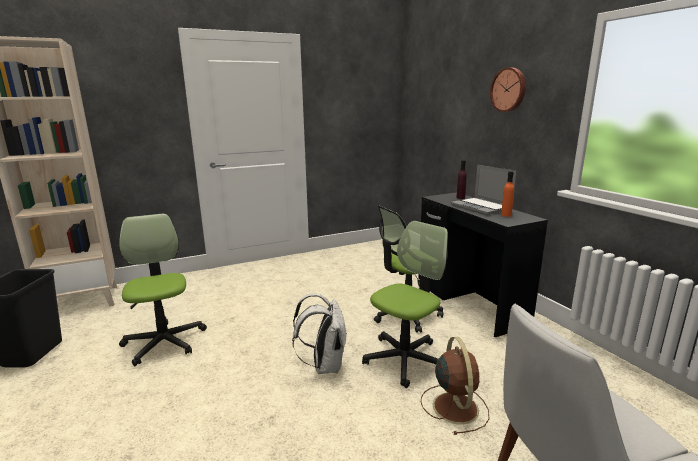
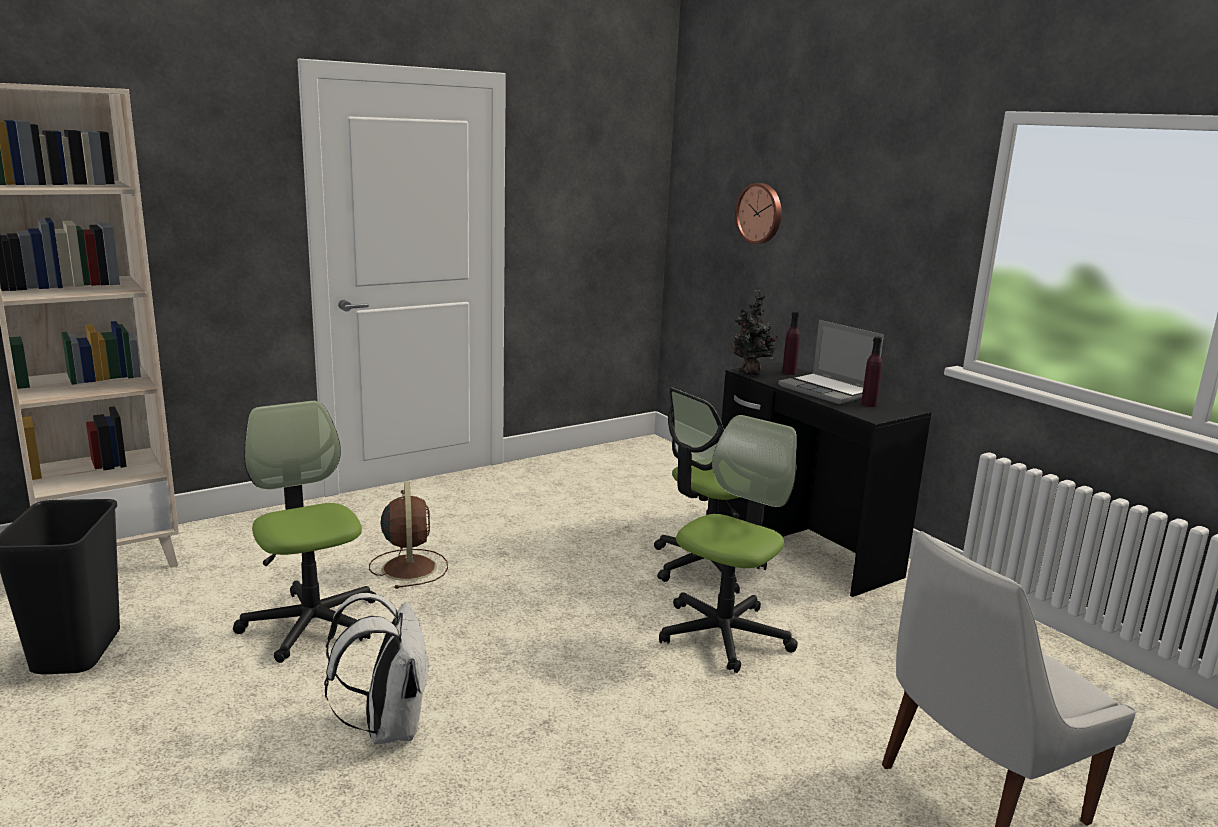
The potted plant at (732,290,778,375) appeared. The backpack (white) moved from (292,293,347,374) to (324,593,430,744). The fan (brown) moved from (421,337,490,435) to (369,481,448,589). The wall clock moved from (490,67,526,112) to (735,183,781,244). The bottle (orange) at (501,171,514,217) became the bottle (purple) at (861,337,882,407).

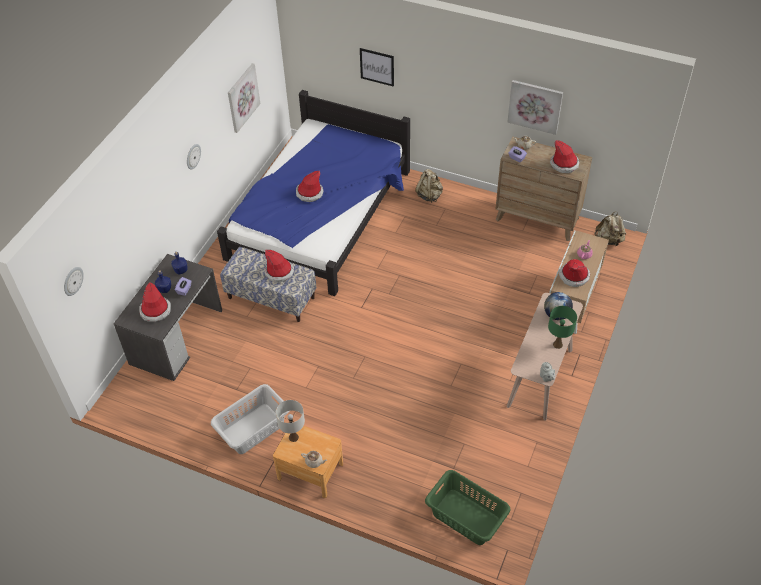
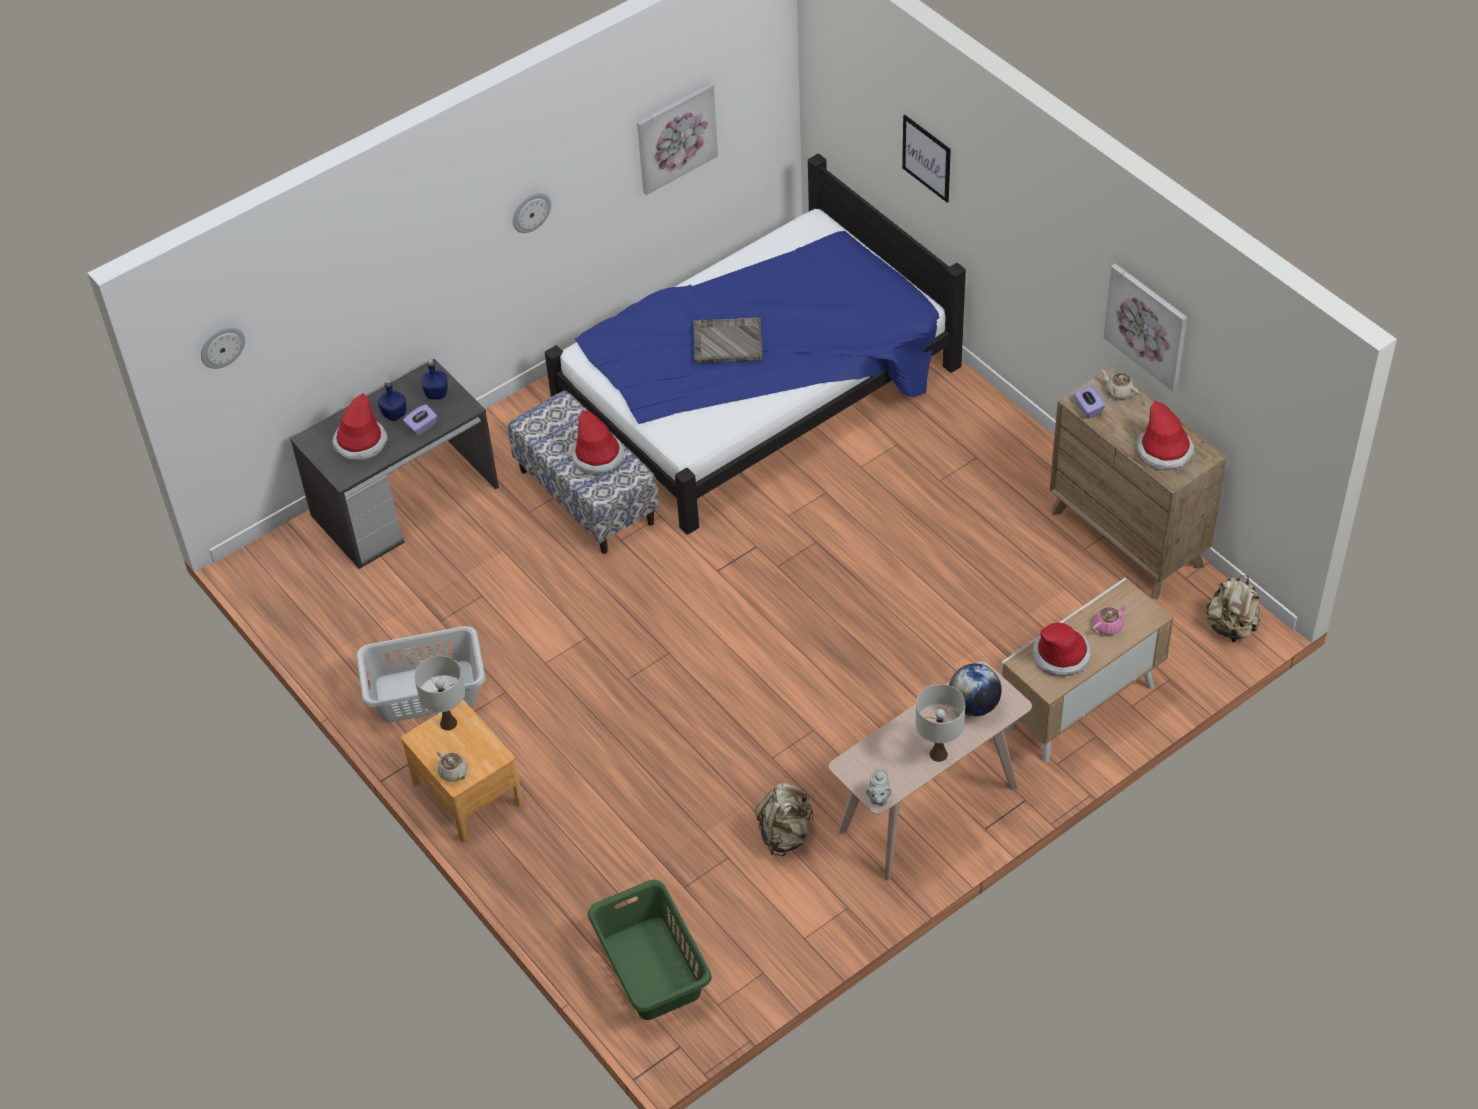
The backpack (beige) moved from (415,169,443,203) to (755,783,814,856). The hat at (296,171,323,202) was replaced by the tray (grey) at (693,317,763,364). The table lamp (green) at (548,306,577,349) became the table lamp (white) at (916,684,965,762).

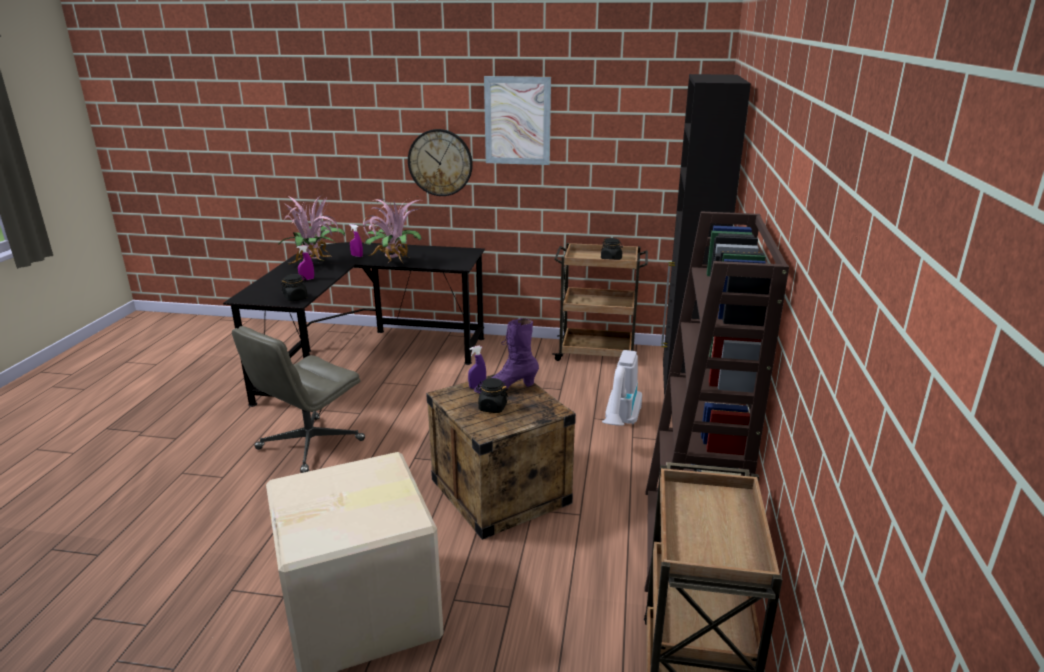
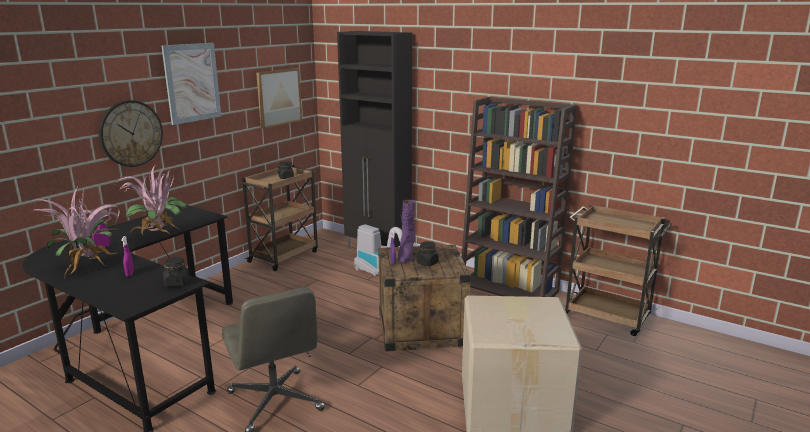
The picture at (256,68,302,129) appeared.

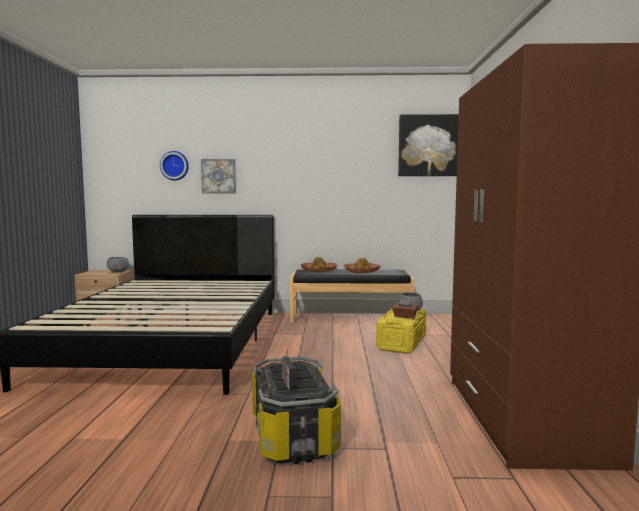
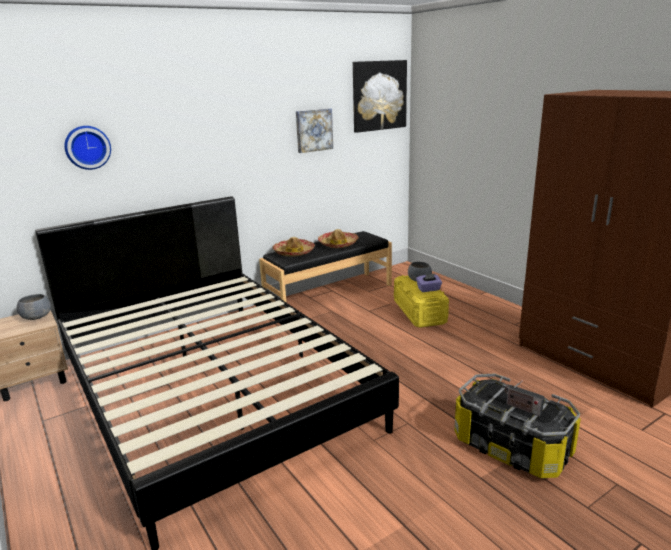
The picture moved from (201,159,236,193) to (296,108,333,153). The tissue box (brown) at (392,299,418,319) became the tissue box (purple) at (416,274,442,292).

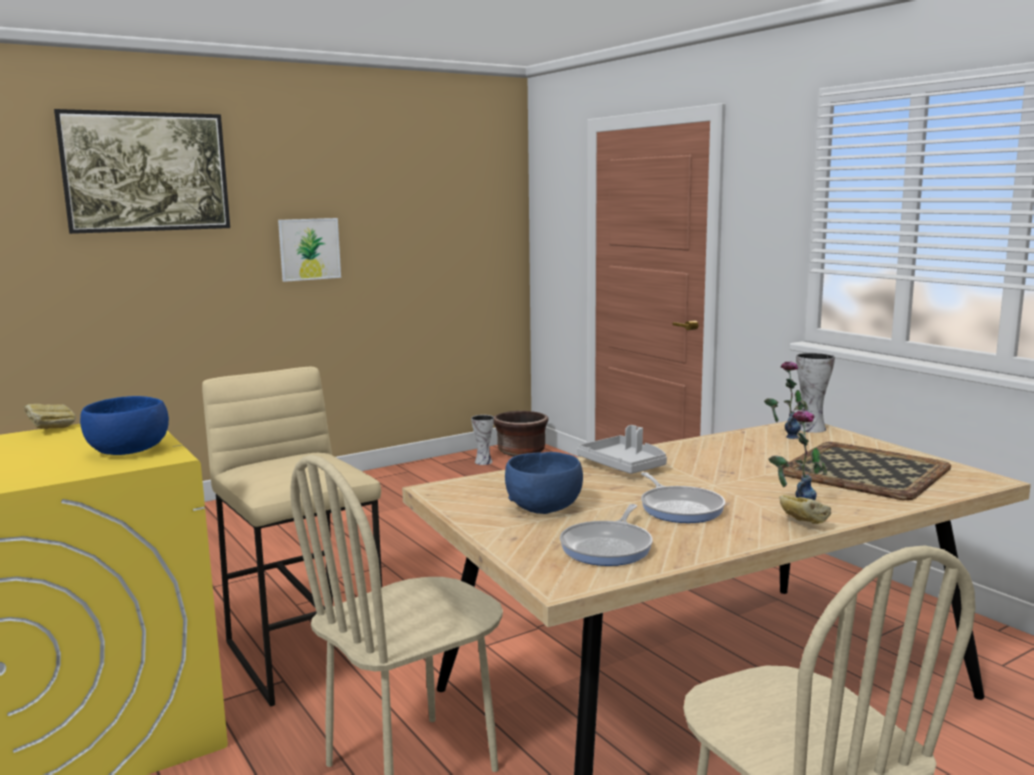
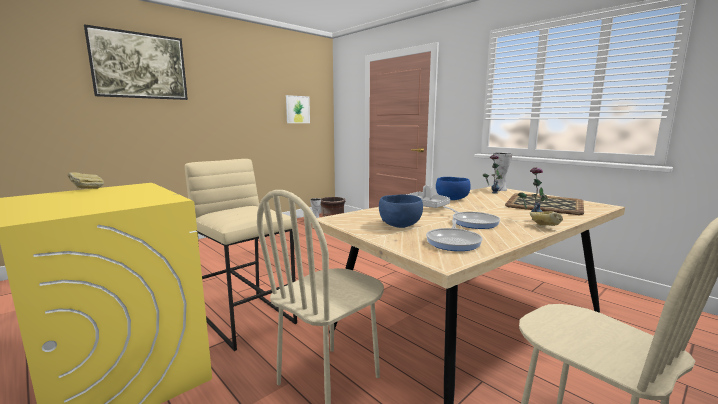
The bowl (blue) moved from (80,396,169,455) to (436,177,471,200). The picture moved from (278,218,341,282) to (286,95,310,123).

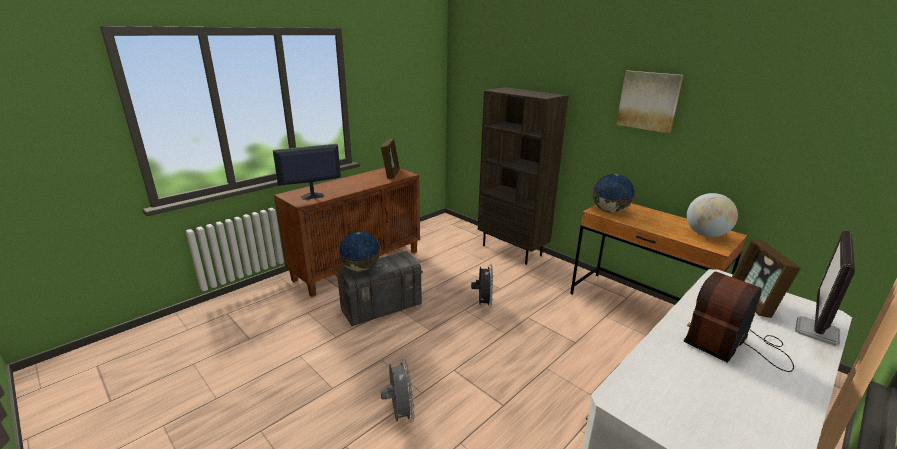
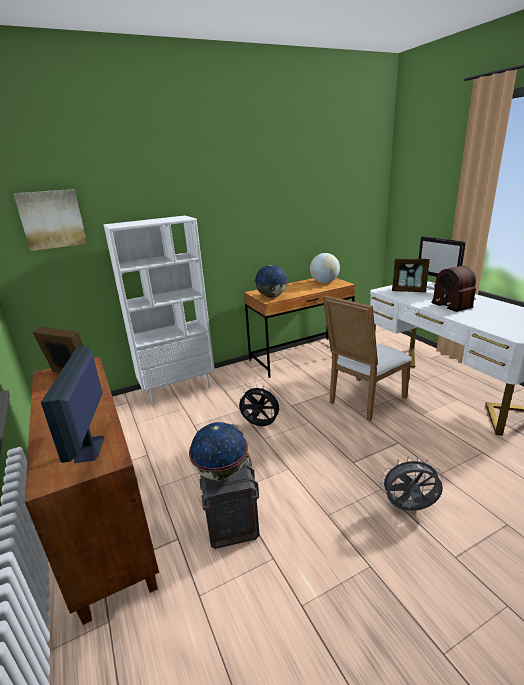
The chair (white) at (323,295,412,421) appeared. The picture moved from (616,71,683,133) to (14,189,87,251). The bookcase (brown) at (478,87,569,265) became the bookcase (white) at (103,216,215,404).

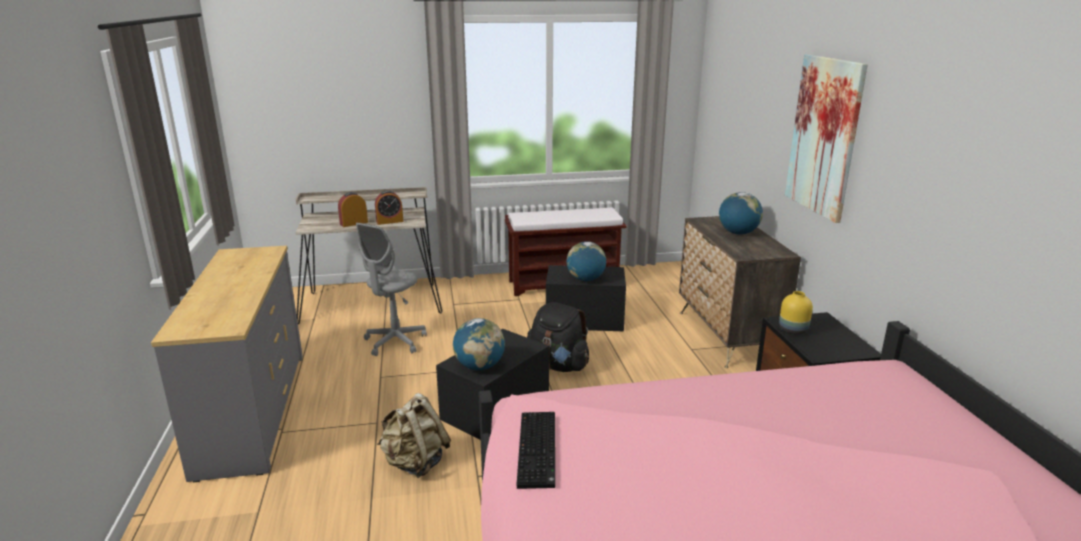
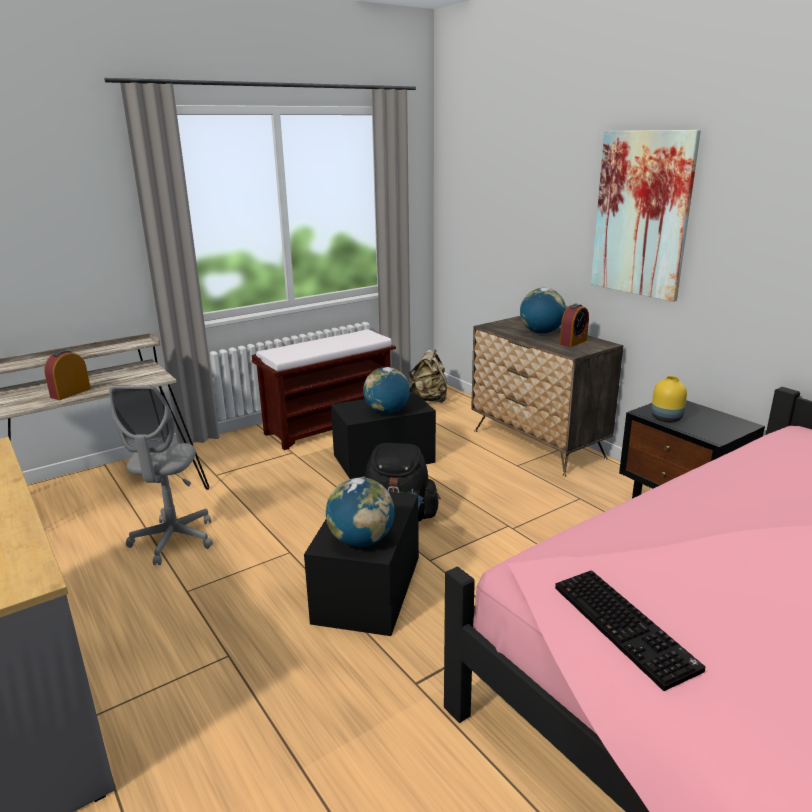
The alarm clock moved from (375,190,403,225) to (560,304,589,347). The backpack (beige) moved from (377,393,451,478) to (408,349,447,403).

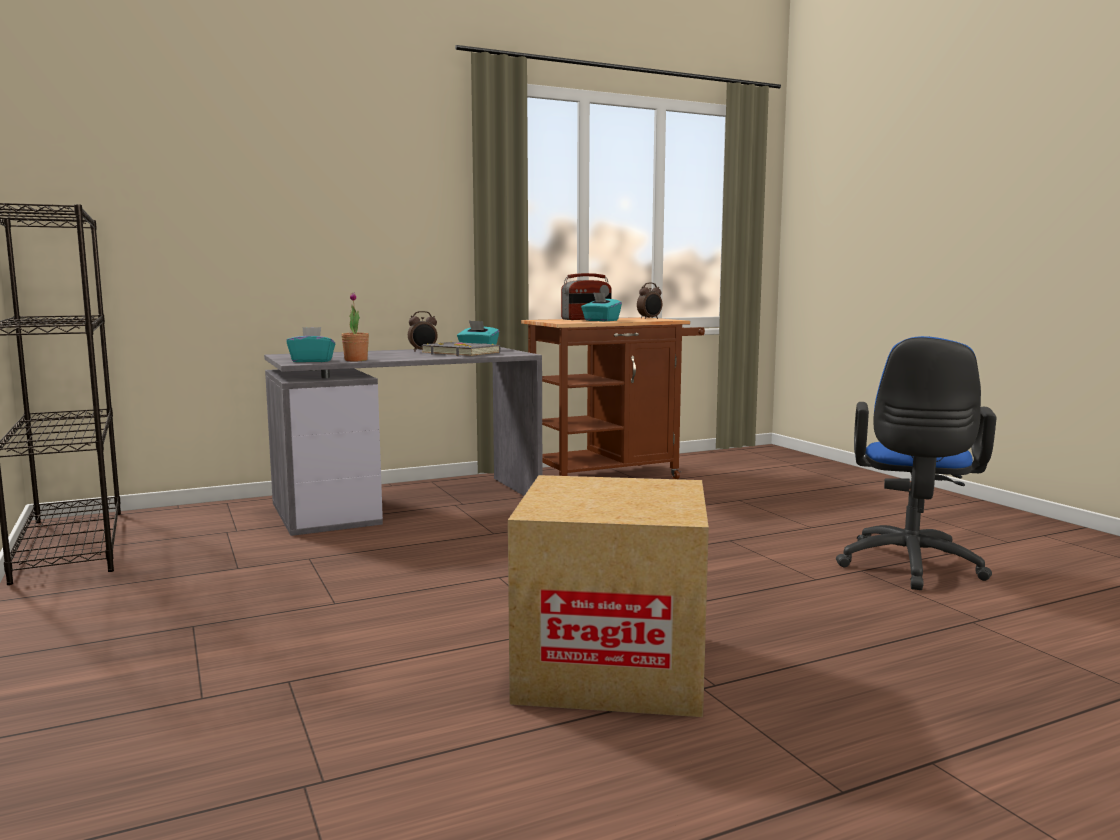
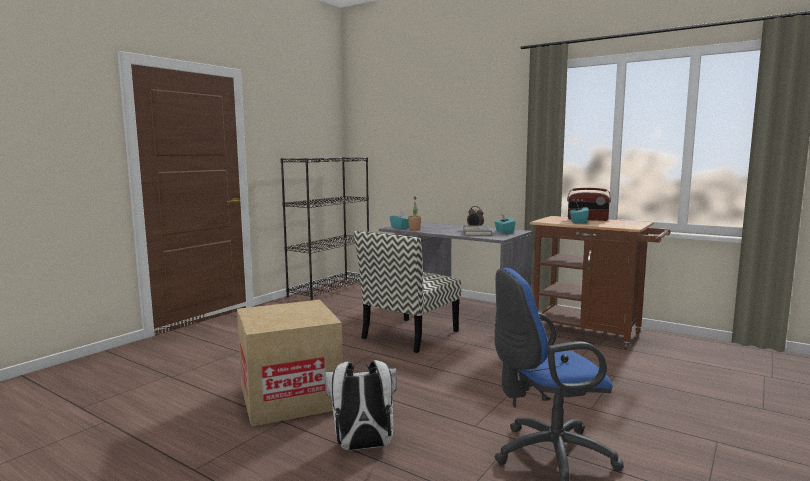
The alarm clock at (637,283,662,319) disappeared. The backpack (white) at (324,360,397,451) appeared. The chair at (354,231,461,353) appeared.

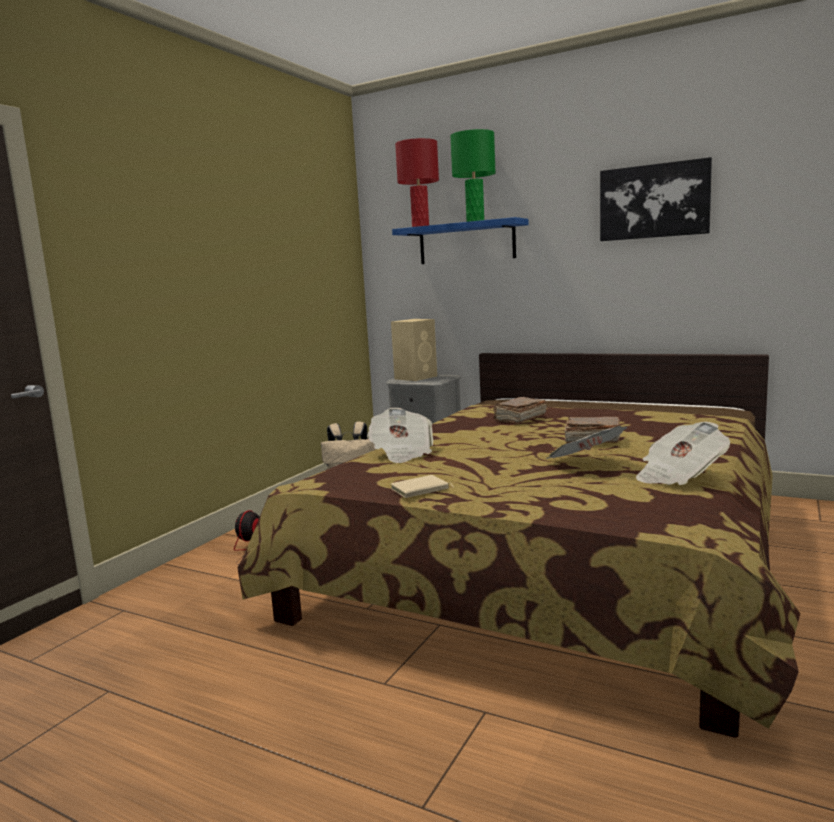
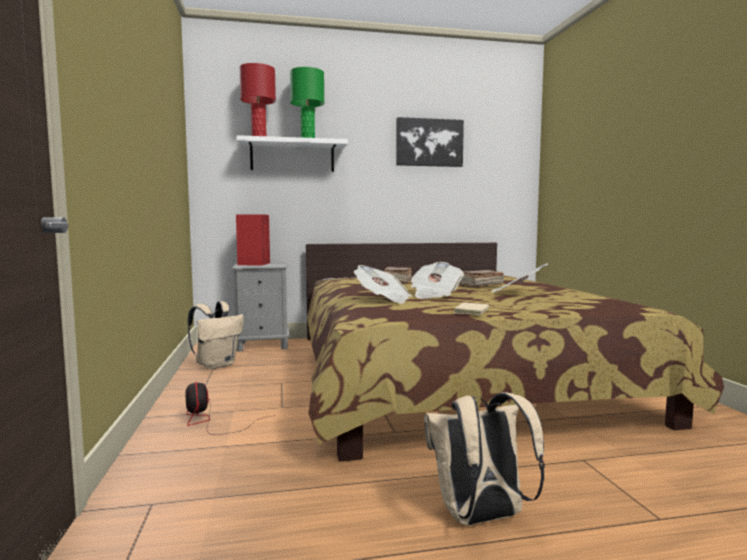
The backpack (beige) at (424,392,545,525) appeared. The newspaper moved from (636,422,730,485) to (411,262,464,299). The speaker (beige) at (391,319,437,381) became the speaker (red) at (236,214,270,265). The shelf (blue) at (392,217,529,264) became the shelf (white) at (236,135,348,172).

